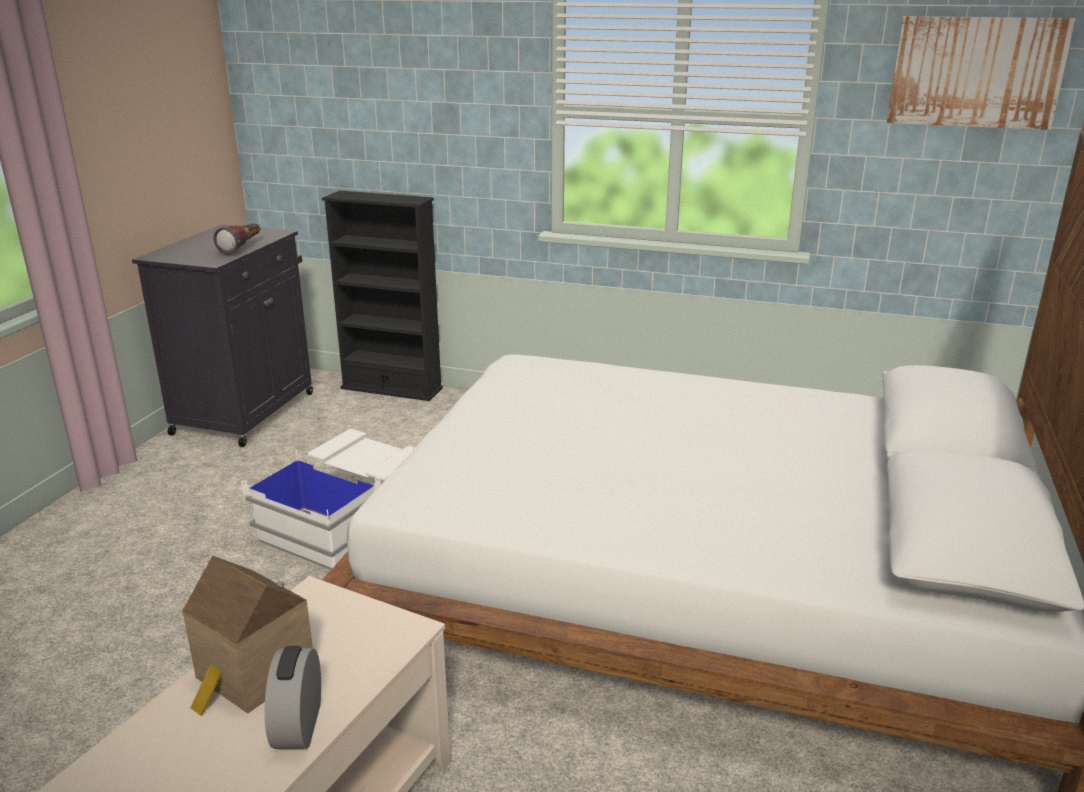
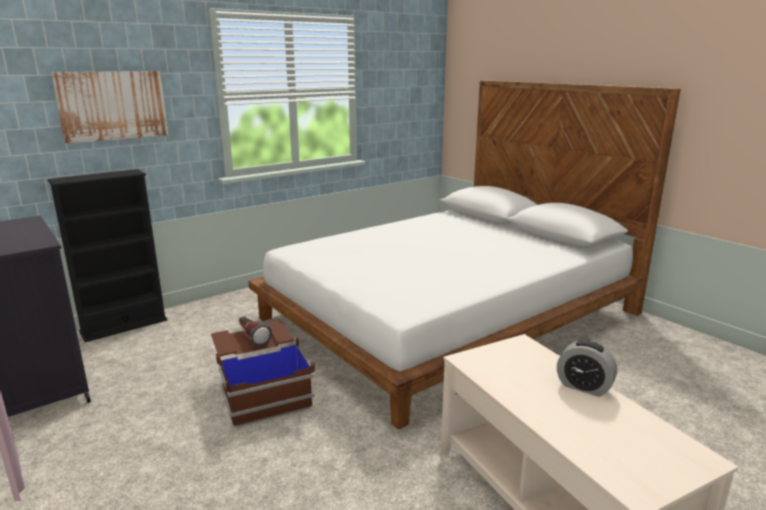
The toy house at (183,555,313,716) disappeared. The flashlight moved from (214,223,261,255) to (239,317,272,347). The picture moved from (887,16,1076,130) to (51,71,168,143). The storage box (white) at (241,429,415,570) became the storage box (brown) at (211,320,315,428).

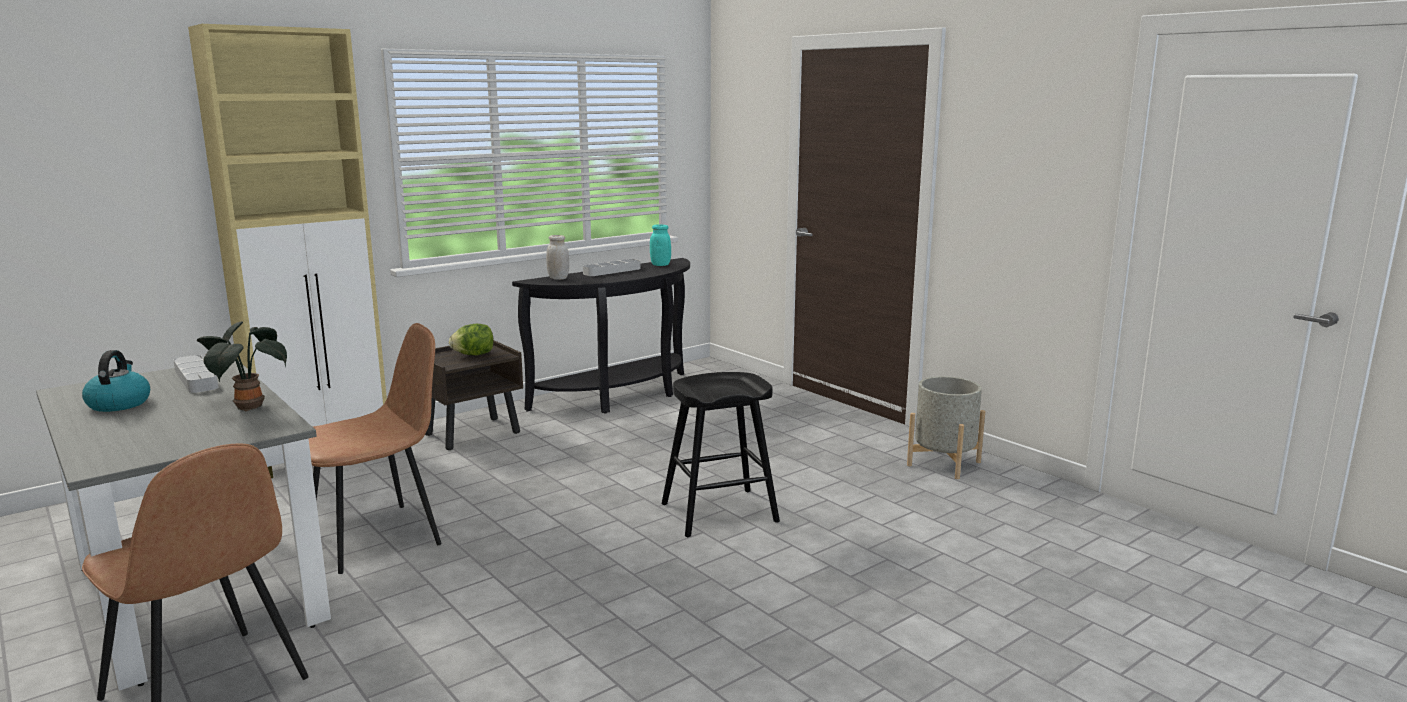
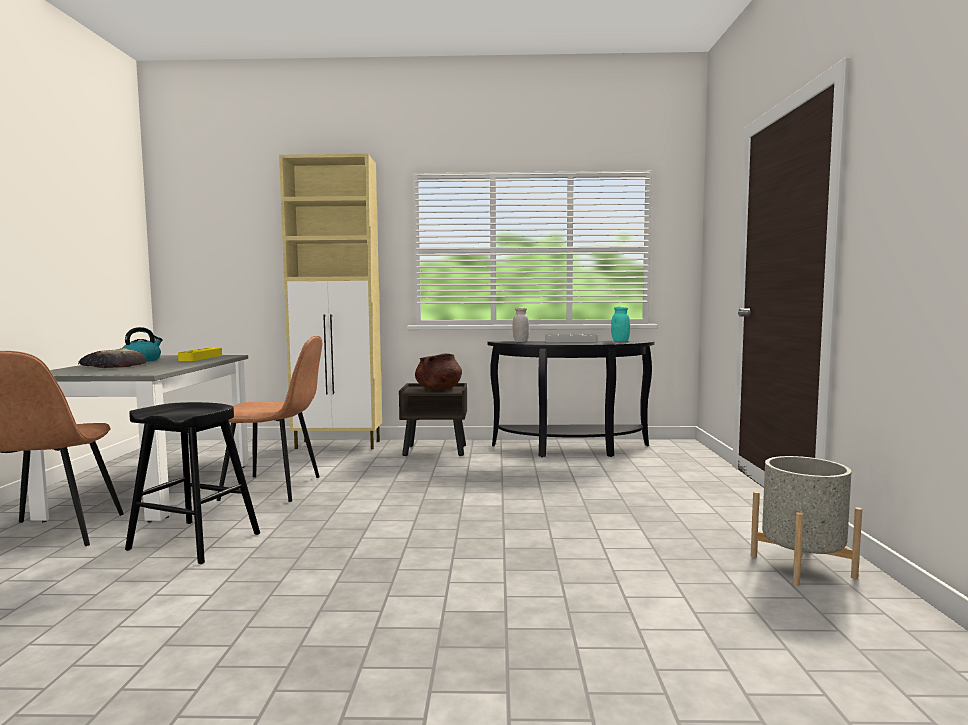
The potted plant at (197,321,287,412) disappeared. The bread at (78,348,146,368) appeared. The stool (black) moved from (662,372,780,537) to (125,402,260,564). The lettuce at (449,324,494,355) was replaced by the cooking pot (brown) at (415,353,462,390). The tray (grey) at (174,355,218,393) became the tray (yellow) at (178,348,222,361).

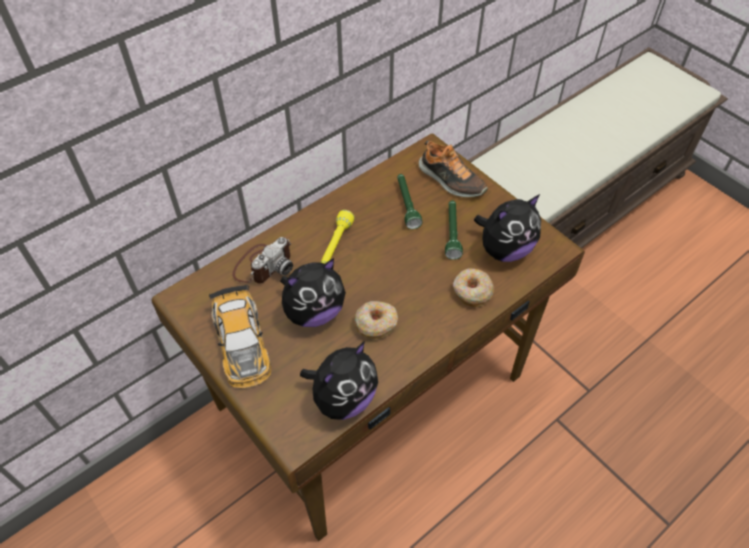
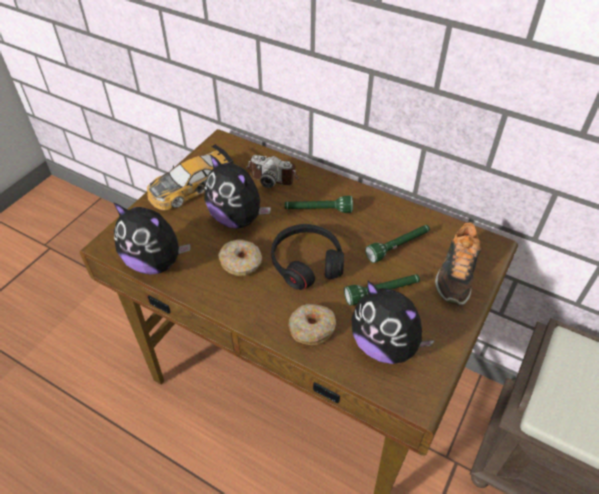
The headphones (black) at (271,224,344,290) appeared. The flashlight (yellow) at (321,210,355,264) became the flashlight (green) at (284,196,353,213).

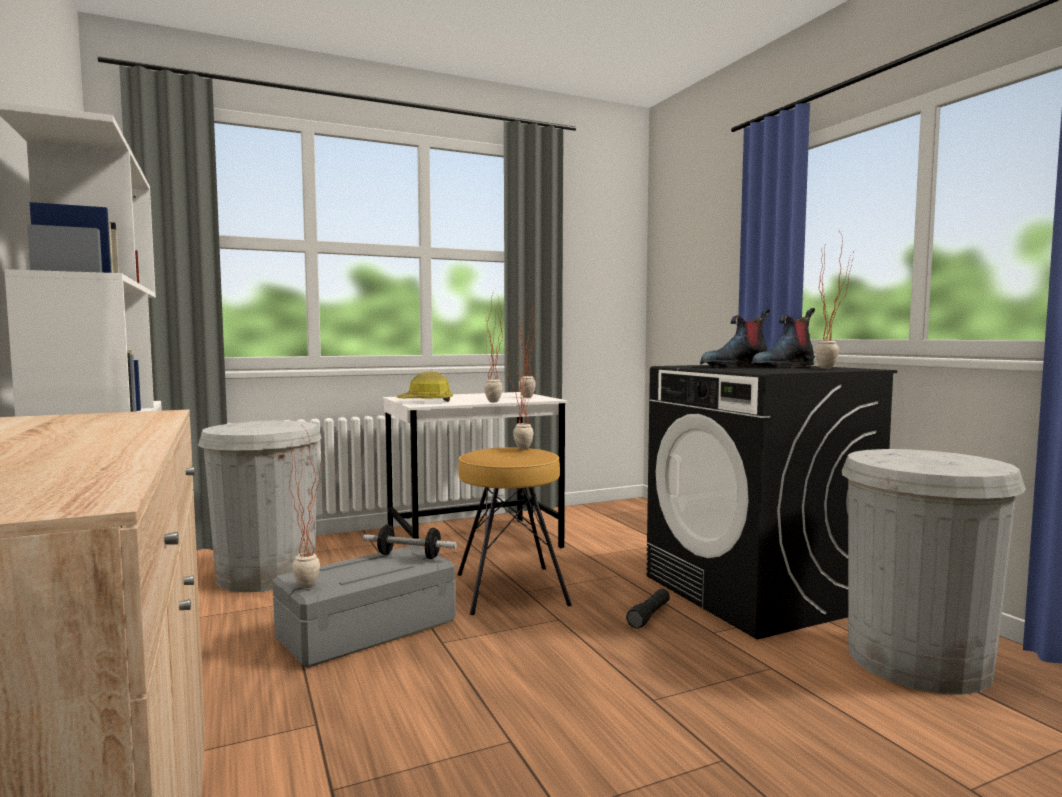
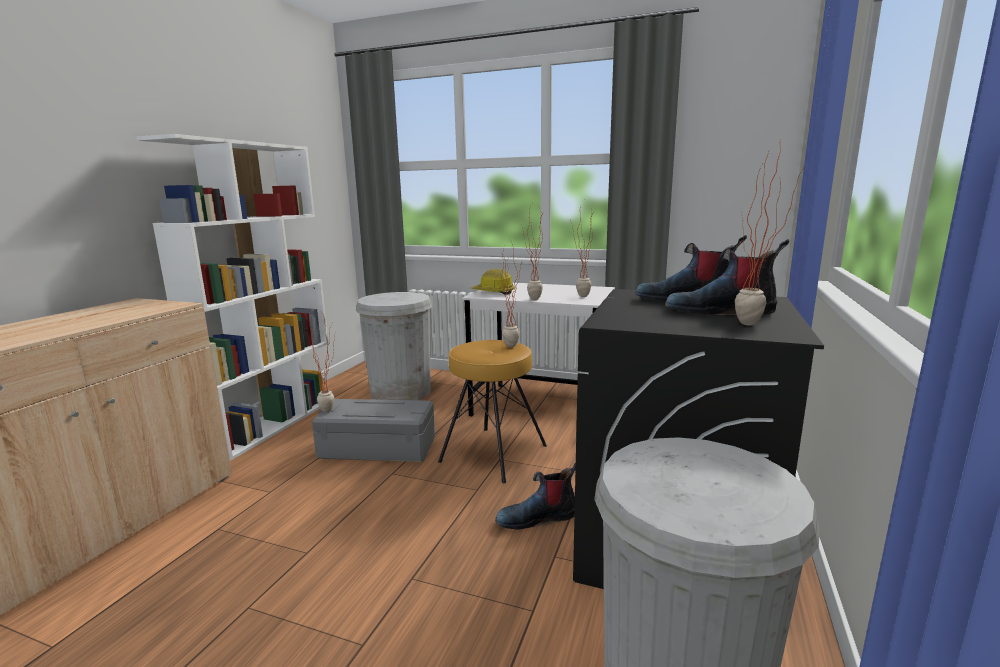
The dumbbell at (363,524,457,559) disappeared. The flashlight (black) at (626,589,670,628) was replaced by the boot at (495,463,576,530).

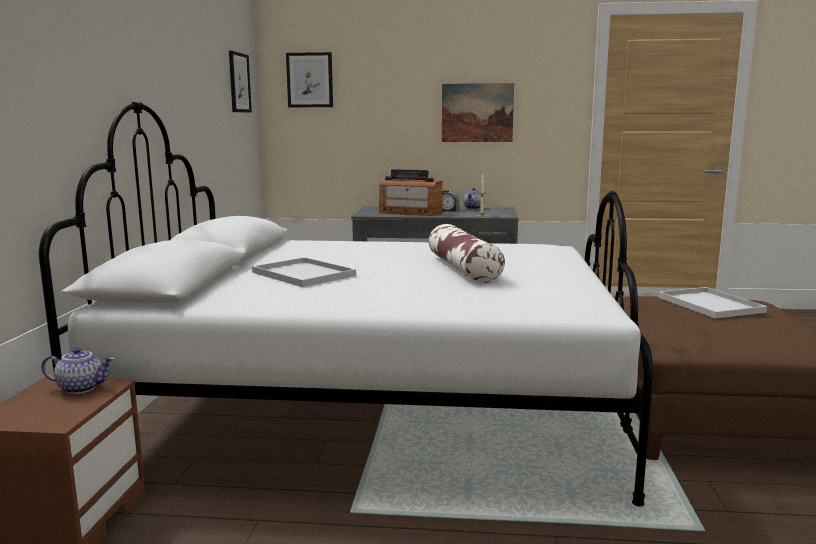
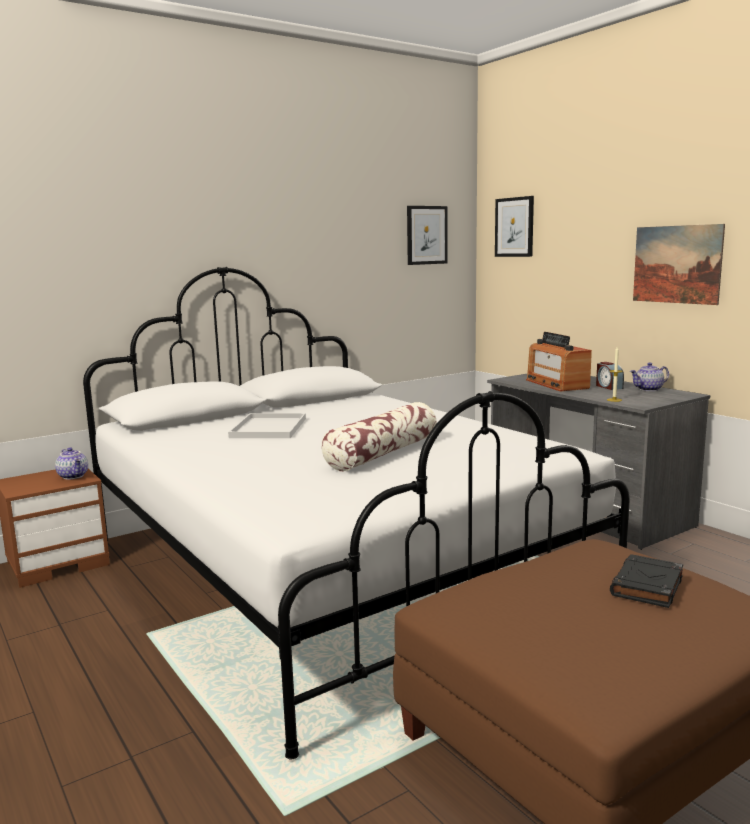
The tray (white) at (658,287,767,319) was replaced by the book (black) at (610,554,683,608).

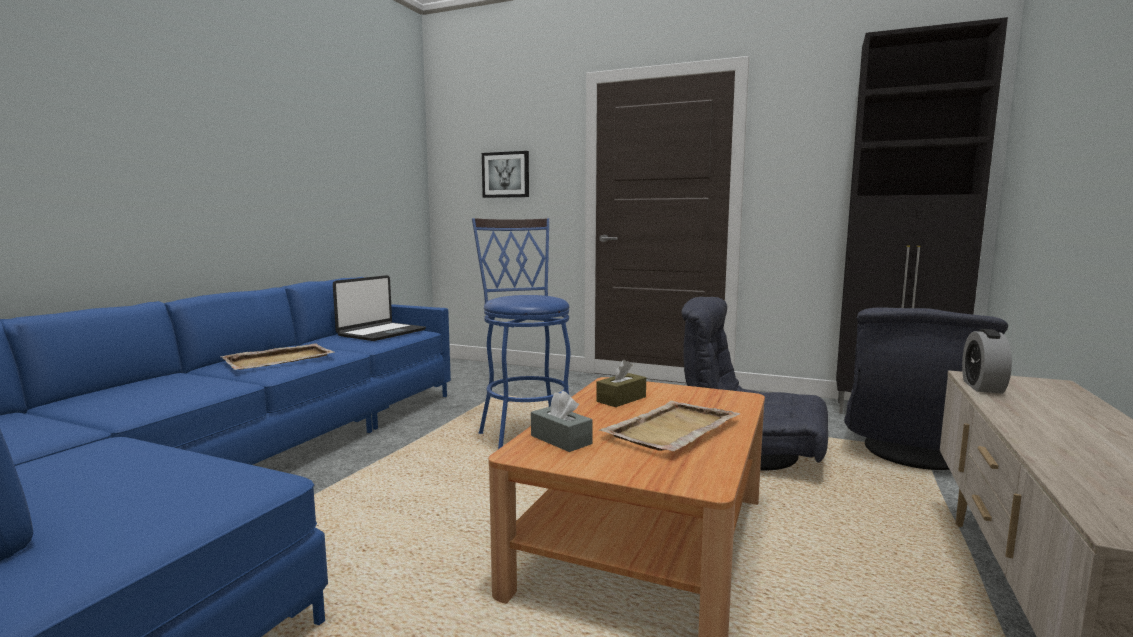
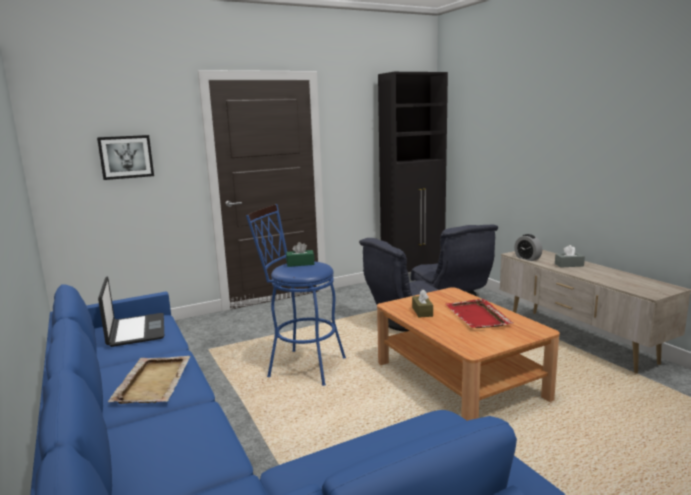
The tissue box (green) at (286,242,314,267) appeared. The tissue box (grey) moved from (531,391,593,452) to (555,245,585,268). The tray (beige) at (599,401,741,451) became the tray (red) at (446,299,513,328).

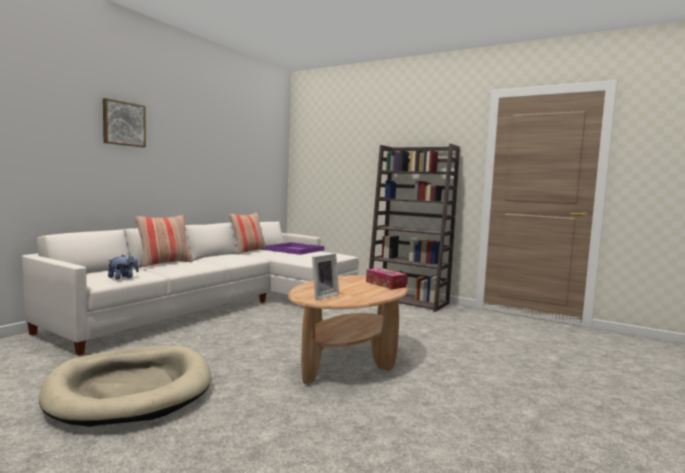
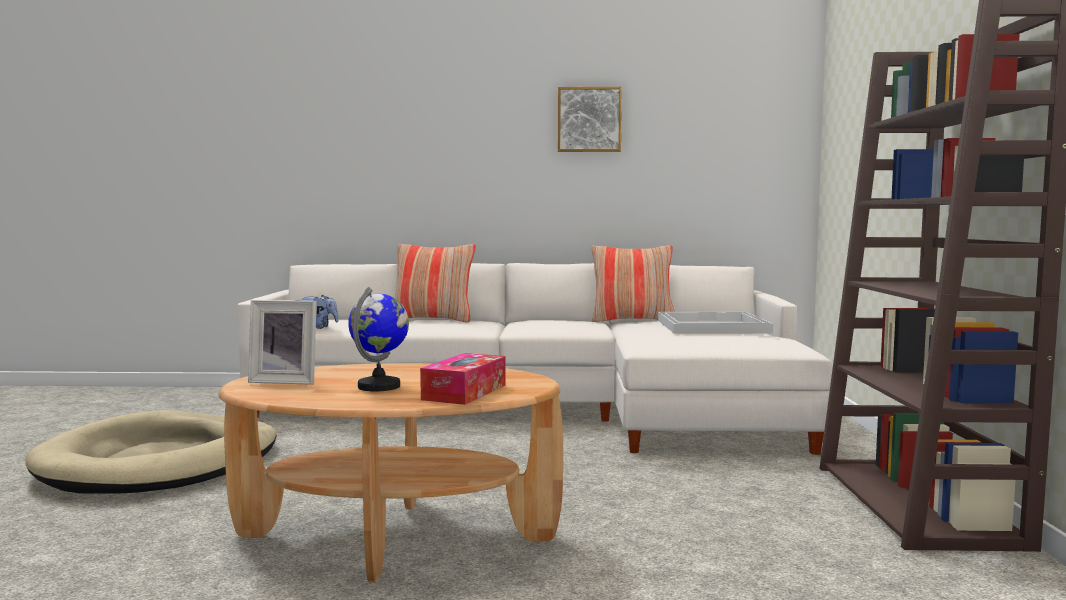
The globe at (348,287,409,392) appeared. The picture moved from (103,98,146,147) to (558,87,622,152). The tray (purple) at (265,242,325,255) became the tray (white) at (658,312,773,334).

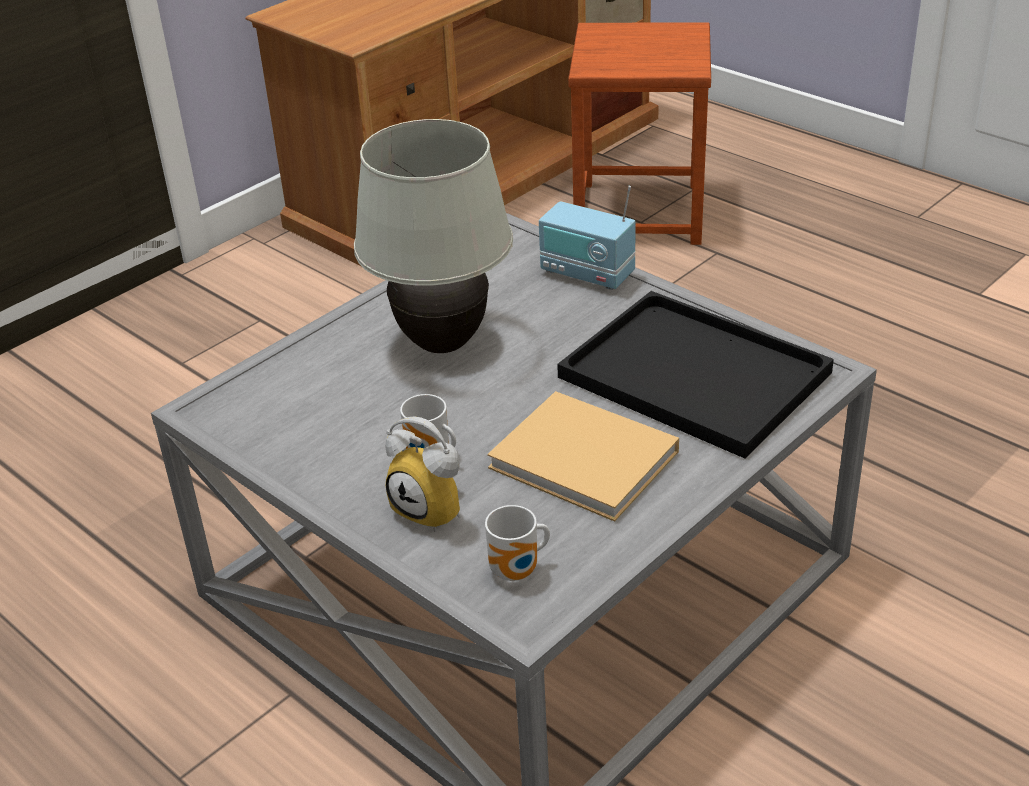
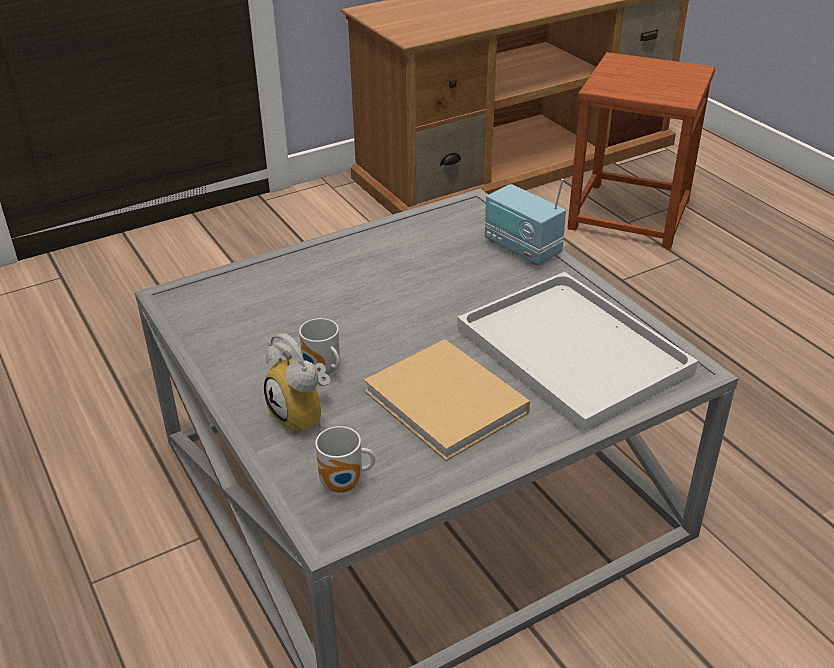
The table lamp (white) at (354,119,513,353) disappeared. The tray (black) at (557,291,834,458) became the tray (white) at (457,272,698,432).

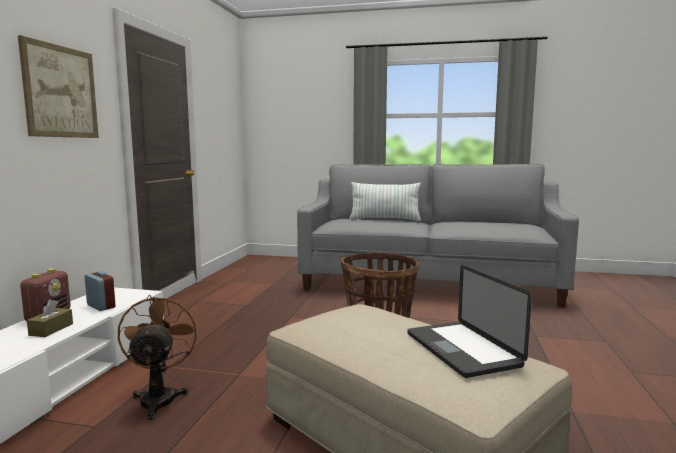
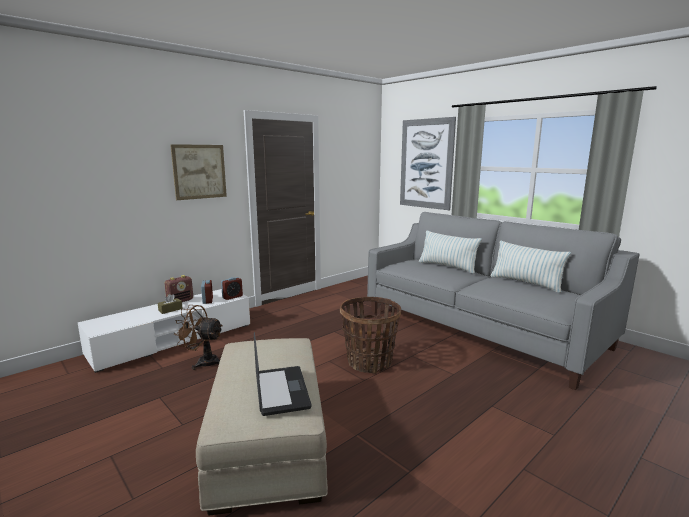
The alarm clock at (221,277,243,300) appeared. The picture at (400,117,456,210) appeared. The pillow at (491,240,571,293) appeared. The fan (brown) at (118,295,198,420) turned 105 degrees counterclockwise. The laptop at (407,265,532,378) turned 150 degrees clockwise.

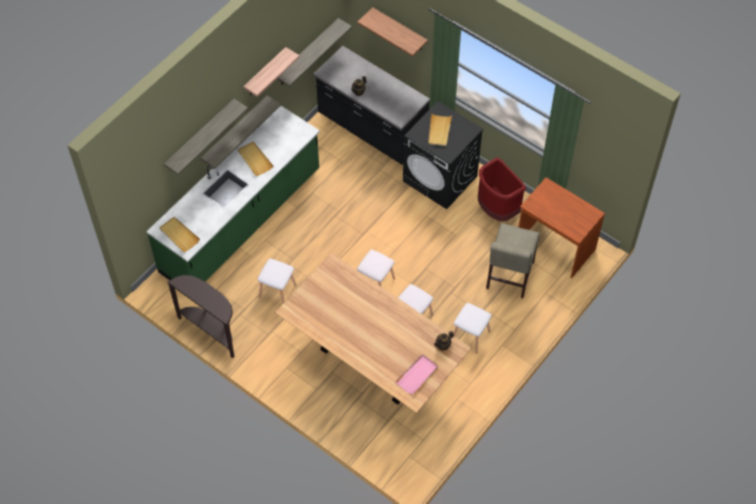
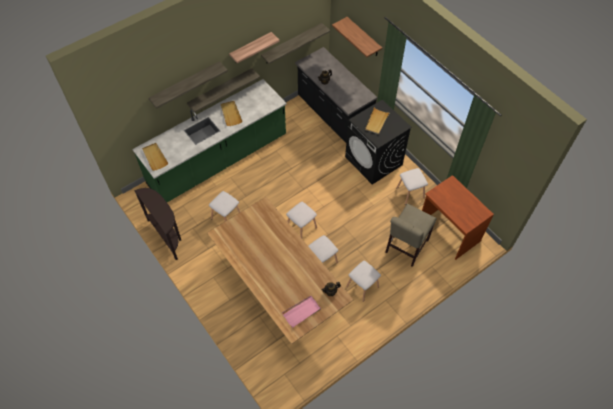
The trash can (red) at (478,158,526,222) was replaced by the stool (white) at (396,168,428,205).

